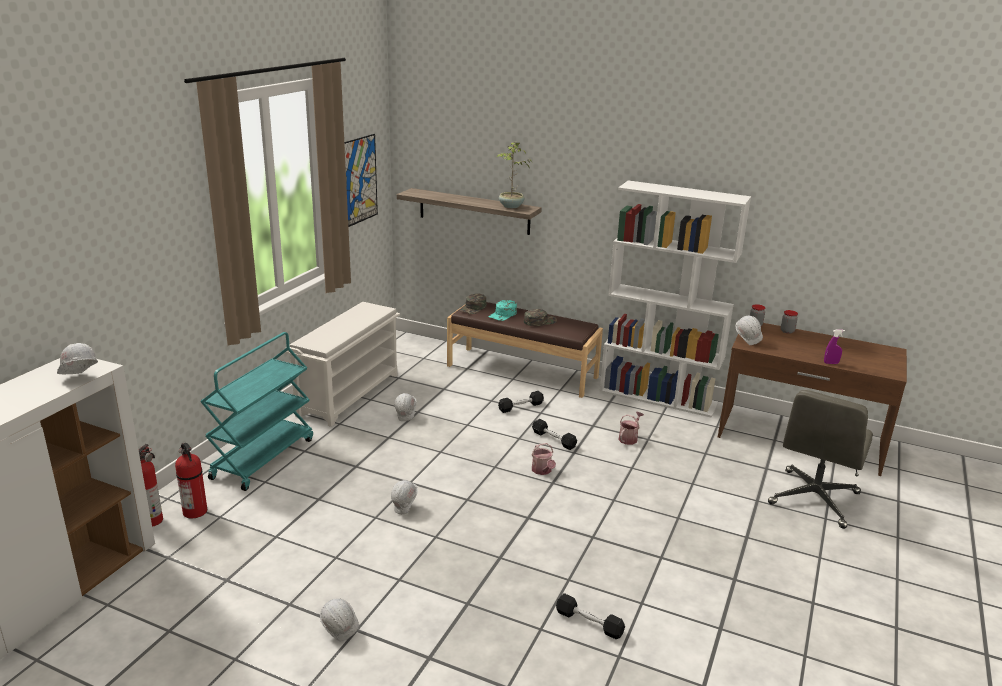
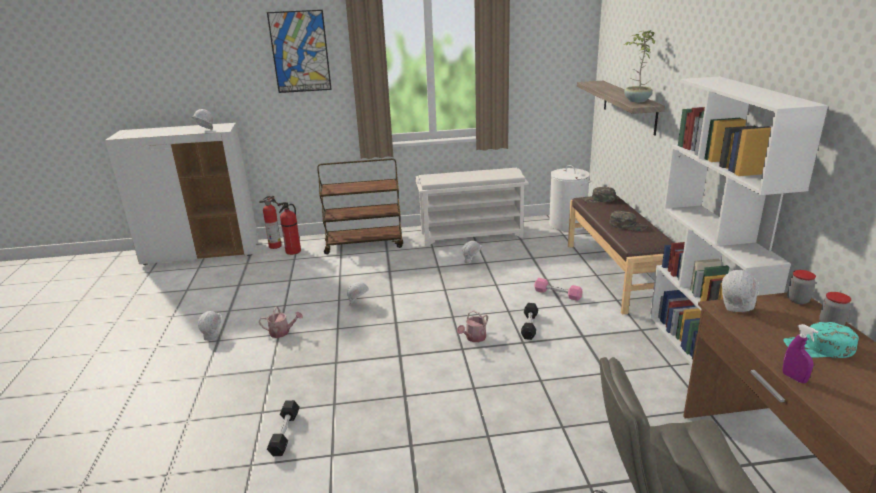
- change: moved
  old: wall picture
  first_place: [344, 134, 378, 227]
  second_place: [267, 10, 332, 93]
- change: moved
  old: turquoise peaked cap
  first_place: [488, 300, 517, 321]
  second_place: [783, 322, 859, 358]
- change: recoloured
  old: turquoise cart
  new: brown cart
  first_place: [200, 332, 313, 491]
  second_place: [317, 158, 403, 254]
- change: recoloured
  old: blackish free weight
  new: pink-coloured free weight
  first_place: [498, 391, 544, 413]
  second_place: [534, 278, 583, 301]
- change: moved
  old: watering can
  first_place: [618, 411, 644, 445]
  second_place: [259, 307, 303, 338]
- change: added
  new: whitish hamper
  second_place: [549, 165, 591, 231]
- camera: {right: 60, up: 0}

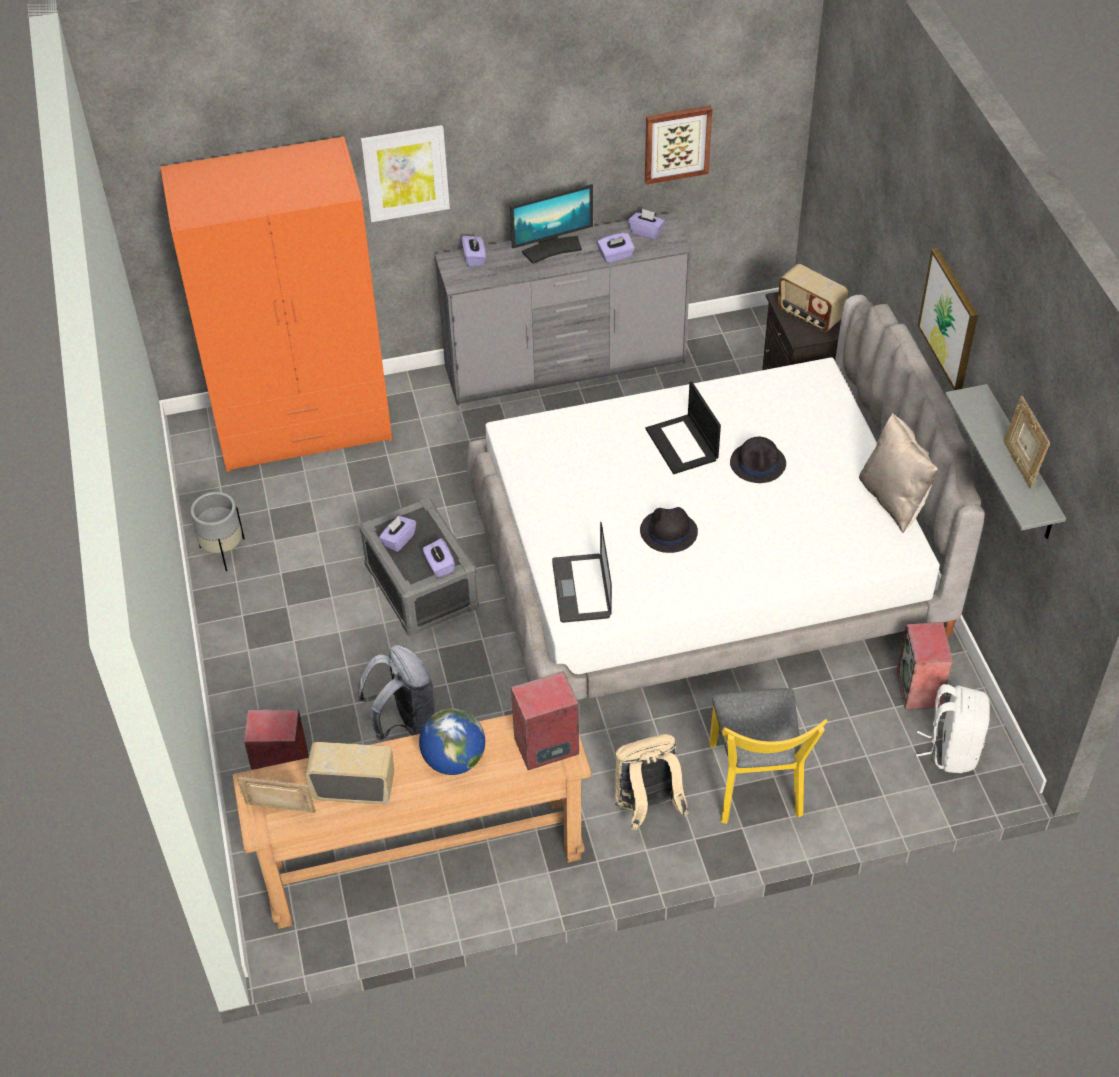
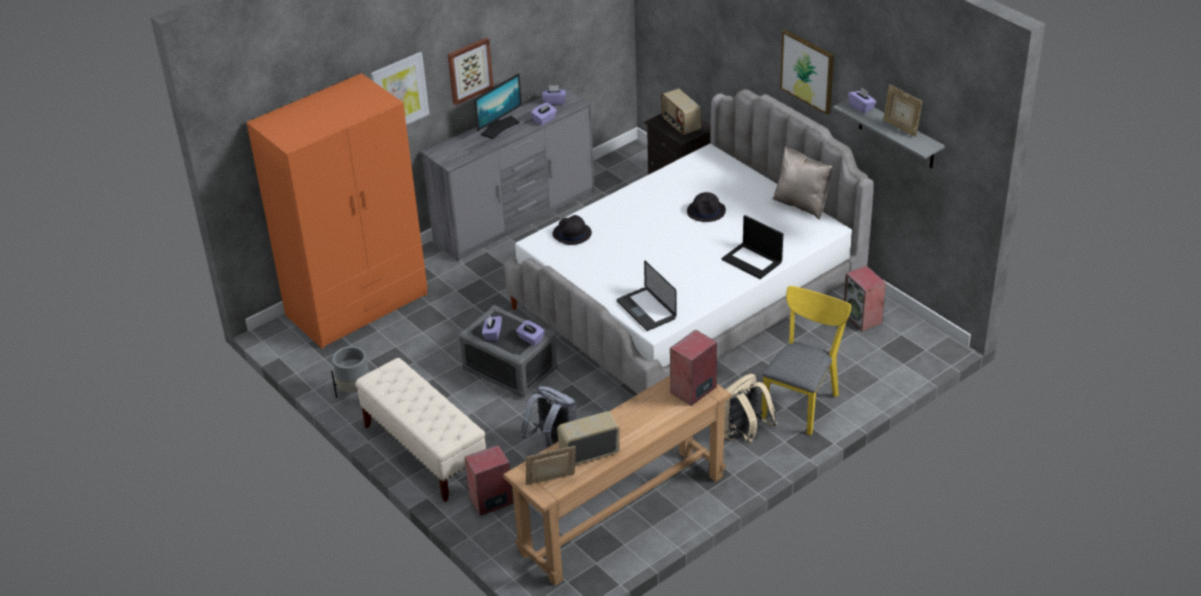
- change: moved
  old: wall picture
  first_place: [645, 105, 712, 185]
  second_place: [448, 37, 494, 105]
- change: moved
  old: purple-coloured tissue box
  first_place: [462, 236, 486, 267]
  second_place: [848, 88, 876, 114]
- change: turned
  old: radio set
  first_place: [778, 264, 848, 332]
  second_place: [661, 88, 701, 135]
  degrees: 45
- change: moved
  old: portable computer
  first_place: [646, 381, 721, 474]
  second_place: [722, 215, 783, 279]
- change: moved
  old: blackish clothing hat
  first_place: [640, 507, 698, 553]
  second_place: [553, 215, 592, 245]
- change: removed
  old: whitish backpack
  first_place: [916, 684, 990, 773]
- change: turned
  old: yellowish chair
  first_place: [709, 688, 828, 824]
  second_place: [761, 286, 852, 435]
  degrees: -120
- change: removed
  old: globe
  first_place: [419, 708, 485, 775]
- change: added
  new: sand-coloured bench
  second_place: [355, 358, 486, 502]
- camera: {right: -25, up: -10}

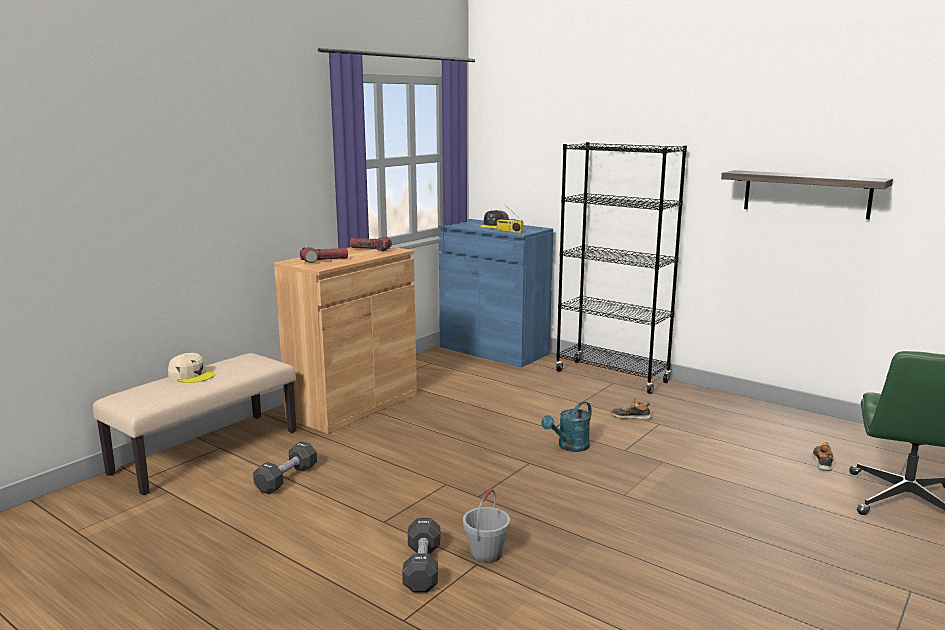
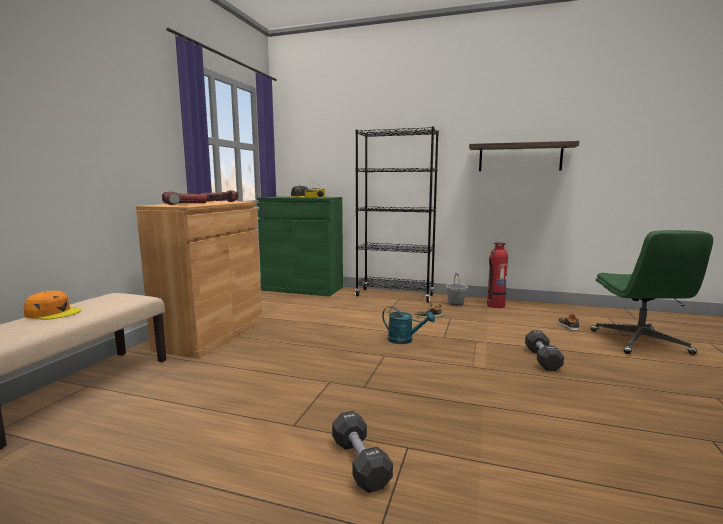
- change: recoloured
  old: blue-coloured storage cabinet
  new: greenish storage cabinet
  first_place: [438, 219, 553, 367]
  second_place: [257, 196, 343, 297]
- change: recoloured
  old: sand-coloured peaked cap
  new: orangey peaked cap
  first_place: [168, 353, 215, 383]
  second_place: [24, 291, 81, 320]
- change: turned
  old: turquoise watering can
  first_place: [541, 401, 592, 452]
  second_place: [382, 306, 435, 344]
  degrees: -90
- change: moved
  old: blackish free weight
  first_place: [253, 441, 317, 494]
  second_place: [525, 330, 564, 371]
- change: moved
  old: grey water bucket
  first_place: [463, 489, 510, 563]
  second_place: [446, 273, 468, 306]
- change: added
  new: fire-fighting cylinder
  second_place: [487, 242, 508, 308]
- camera: {right: -20, up: -5}

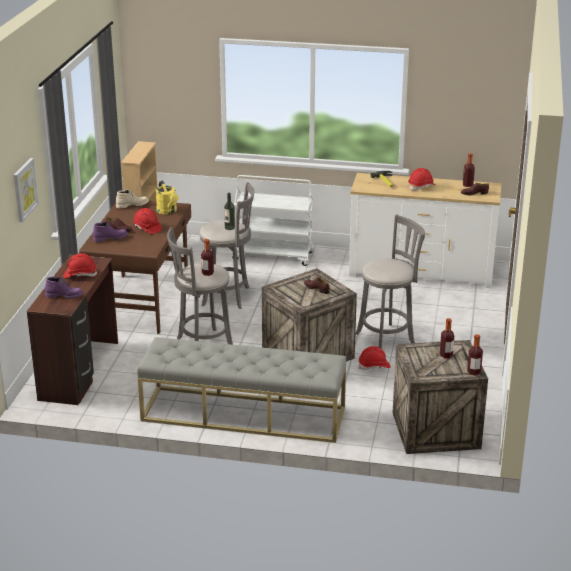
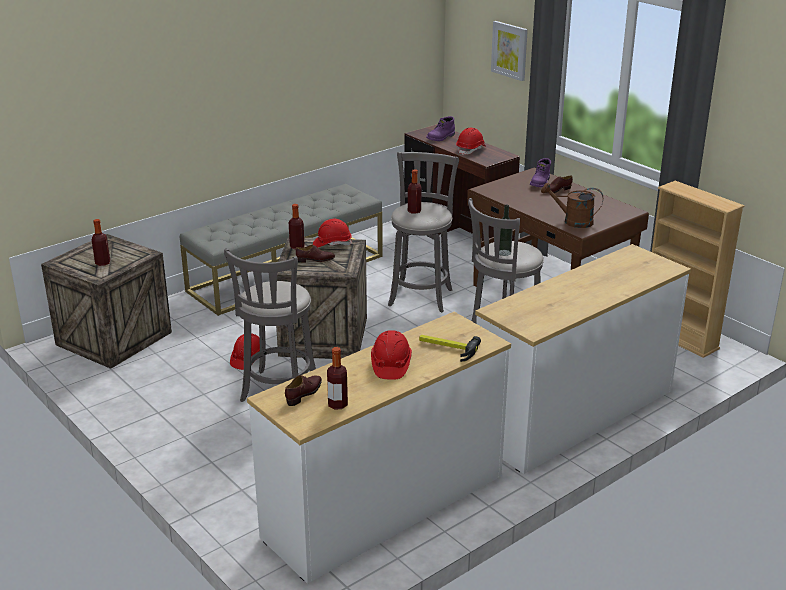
- change: replaced
  old: whitish cart
  new: whitish drawer chest
  first_place: [234, 175, 314, 266]
  second_place: [475, 244, 691, 474]
- change: recoloured
  old: yellowish watering can
  new: brown watering can
  first_place: [156, 180, 179, 214]
  second_place: [541, 183, 603, 228]
- change: removed
  old: sand-coloured tall boot
  first_place: [116, 190, 149, 209]
- change: moved
  old: reddish hard hat
  first_place: [133, 208, 162, 234]
  second_place: [313, 219, 352, 247]
- change: moved
  old: drink bottle
  first_place: [467, 334, 483, 376]
  second_place: [289, 204, 305, 249]
- camera: {right: 130, up: 0}

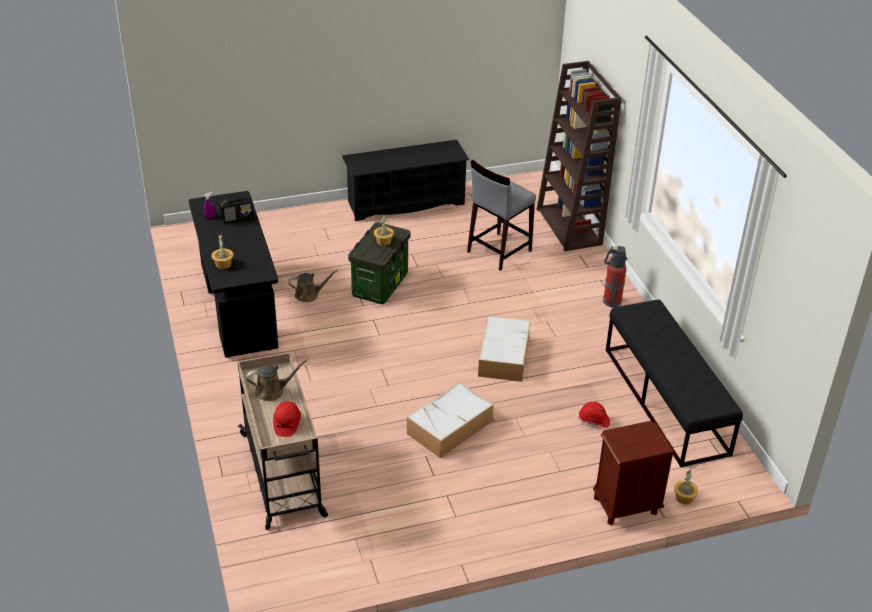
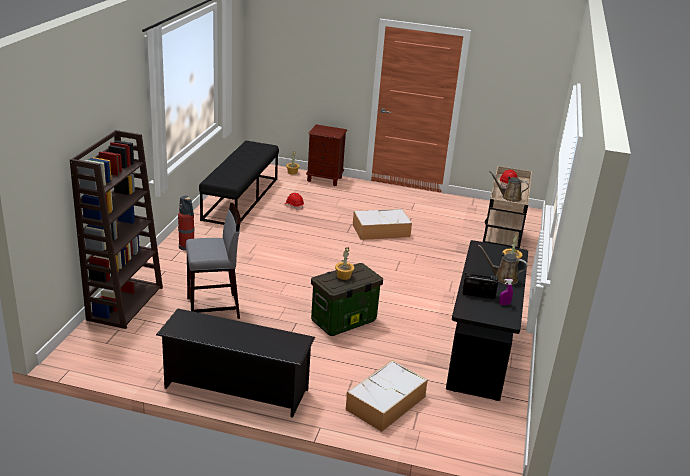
- change: moved
  old: brown watering can
  first_place: [288, 270, 338, 302]
  second_place: [478, 245, 527, 285]
- change: moved
  old: storage container
  first_place: [478, 316, 530, 382]
  second_place: [346, 360, 428, 432]
- camera: {right: -150, up: -10}

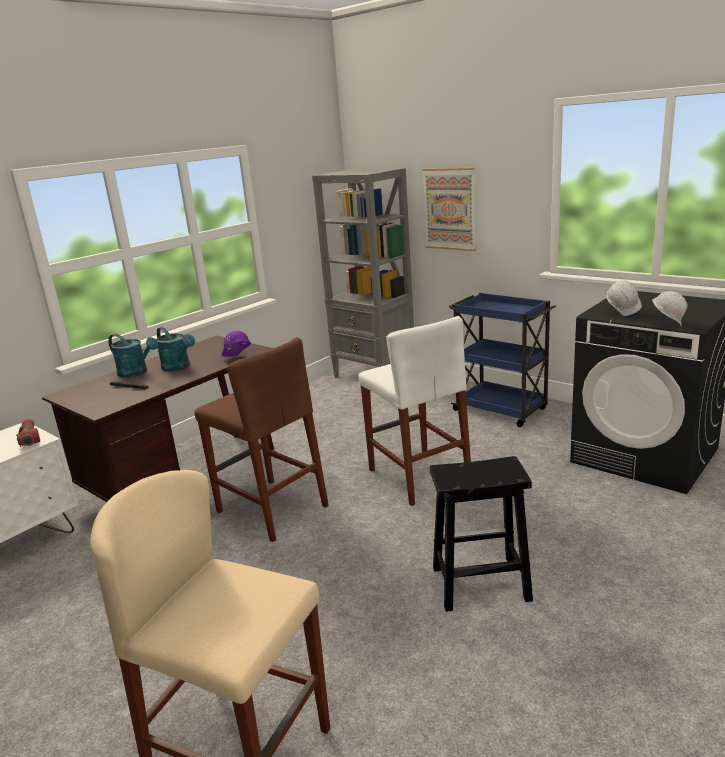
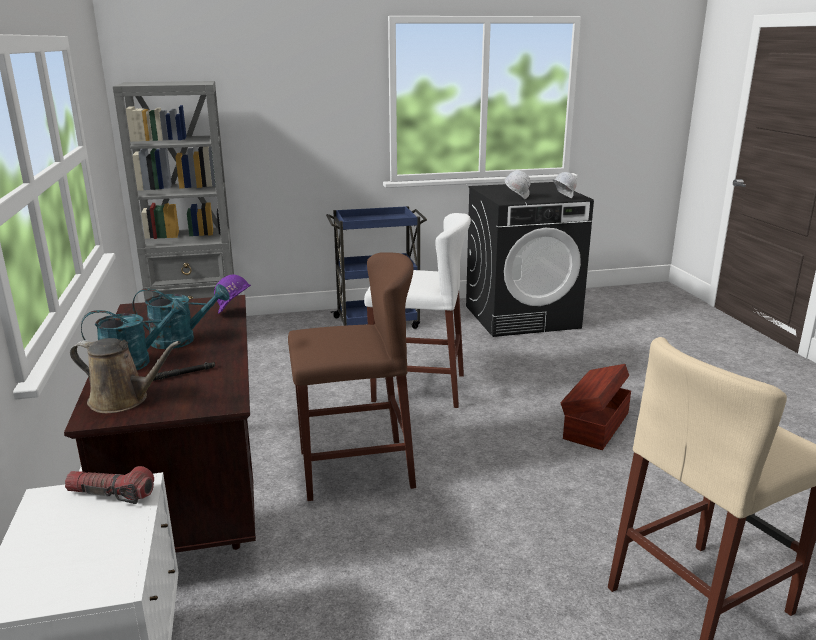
- change: removed
  old: wall picture
  first_place: [422, 168, 476, 251]
- change: replaced
  old: blackish sitting stool
  new: brown storage container
  first_place: [430, 456, 533, 612]
  second_place: [561, 364, 631, 450]
- change: added
  new: brown watering can
  second_place: [70, 338, 181, 413]
- camera: {right: -55, up: 0}

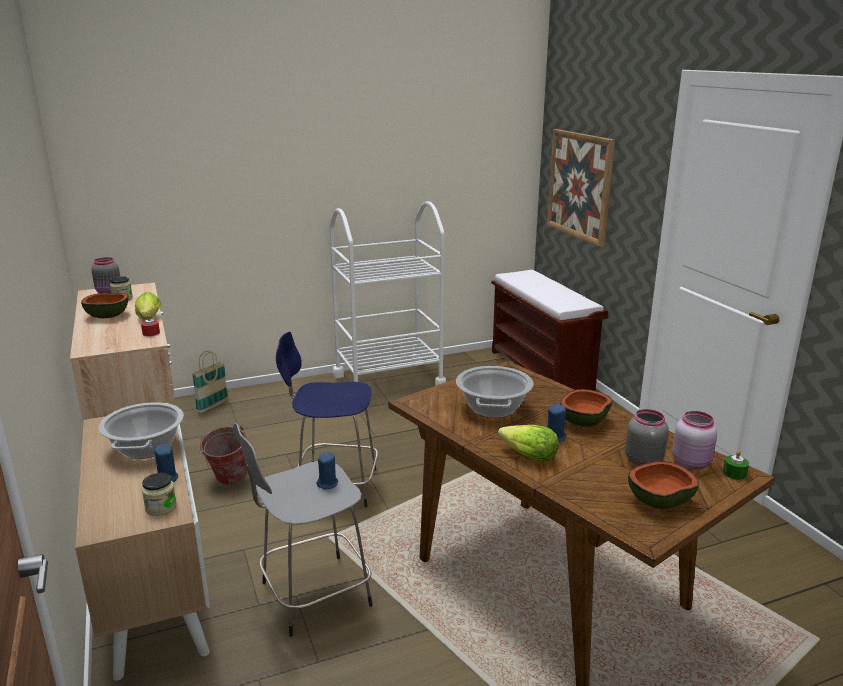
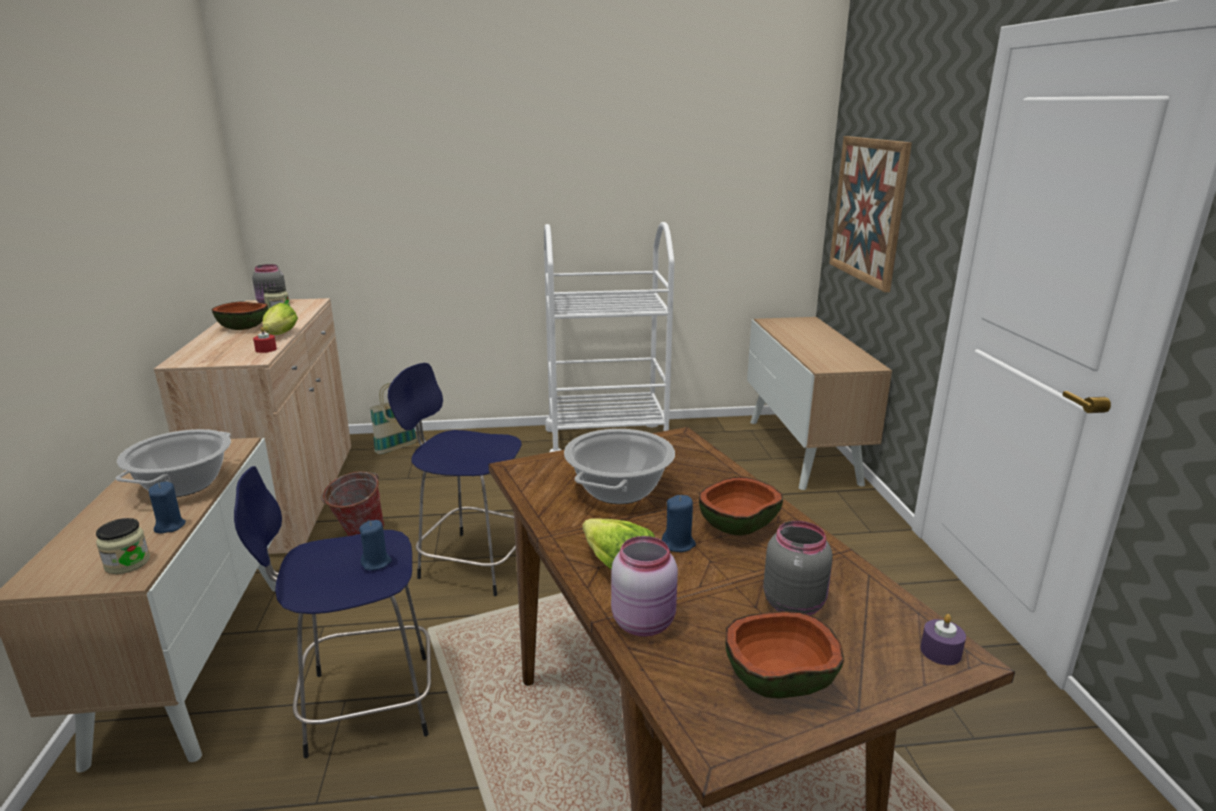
- change: replaced
  old: brown bench
  new: storage cabinet
  first_place: [491, 270, 608, 391]
  second_place: [747, 317, 892, 490]
- change: moved
  old: pink-coloured preserve jar
  first_place: [672, 411, 717, 470]
  second_place: [611, 536, 678, 637]
- change: recoloured
  old: grey sitting stool
  new: blue-coloured sitting stool
  first_place: [233, 423, 373, 637]
  second_place: [234, 466, 431, 758]
- change: recoloured
  old: greenish wax light
  new: purple-coloured wax light
  first_place: [723, 450, 749, 480]
  second_place: [920, 614, 966, 665]
- camera: {right: 15, up: 0}

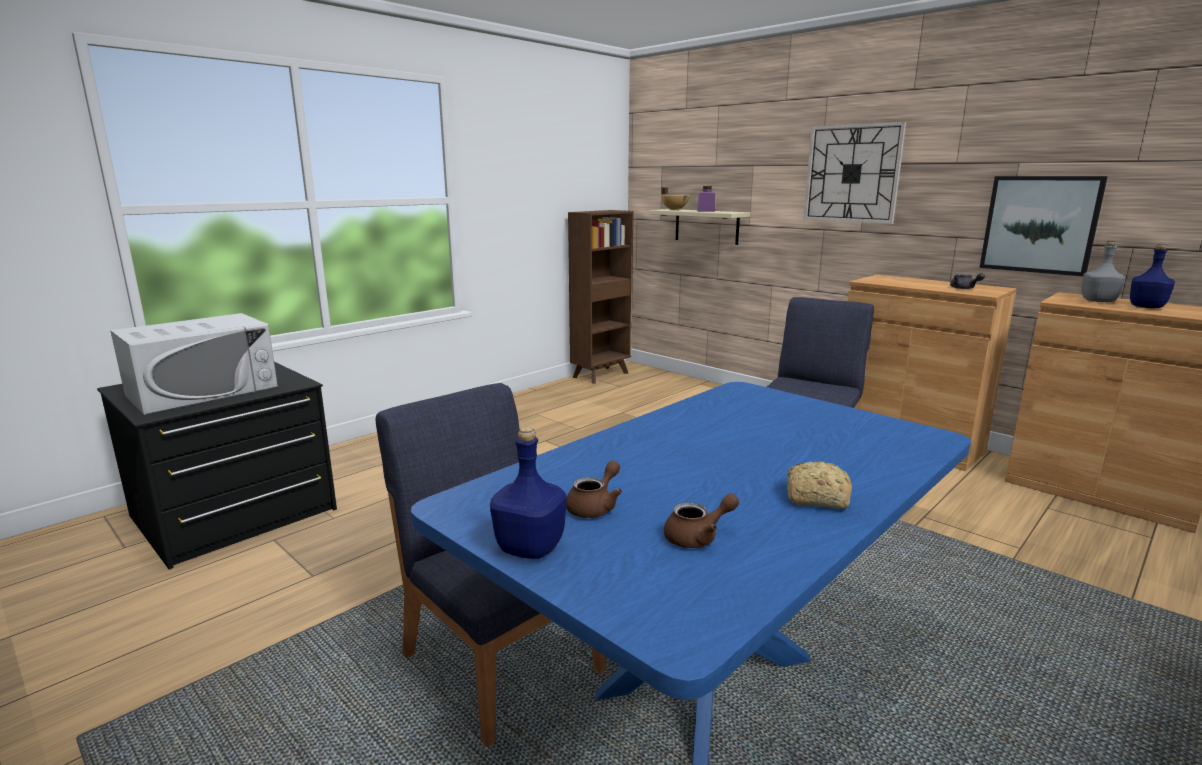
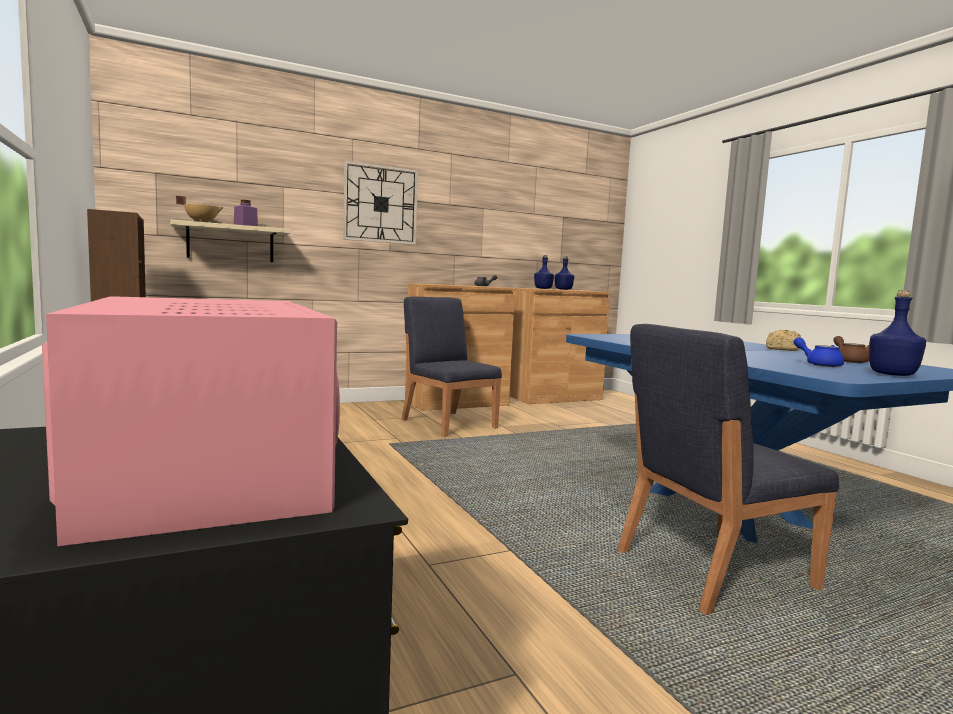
- change: removed
  old: wall picture
  first_place: [979, 176, 1108, 276]
- change: recoloured
  old: grey drink bottle
  new: blue-coloured drink bottle
  first_place: [1082, 241, 1126, 302]
  second_place: [534, 255, 554, 289]
- change: recoloured
  old: whitish microwave oven
  new: pink-coloured microwave oven
  first_place: [110, 313, 278, 415]
  second_place: [42, 296, 340, 546]
- change: recoloured
  old: brown pot for tea
  new: blue-coloured pot for tea
  first_place: [566, 461, 622, 518]
  second_place: [793, 337, 844, 367]
- camera: {right: -70, up: -10}

